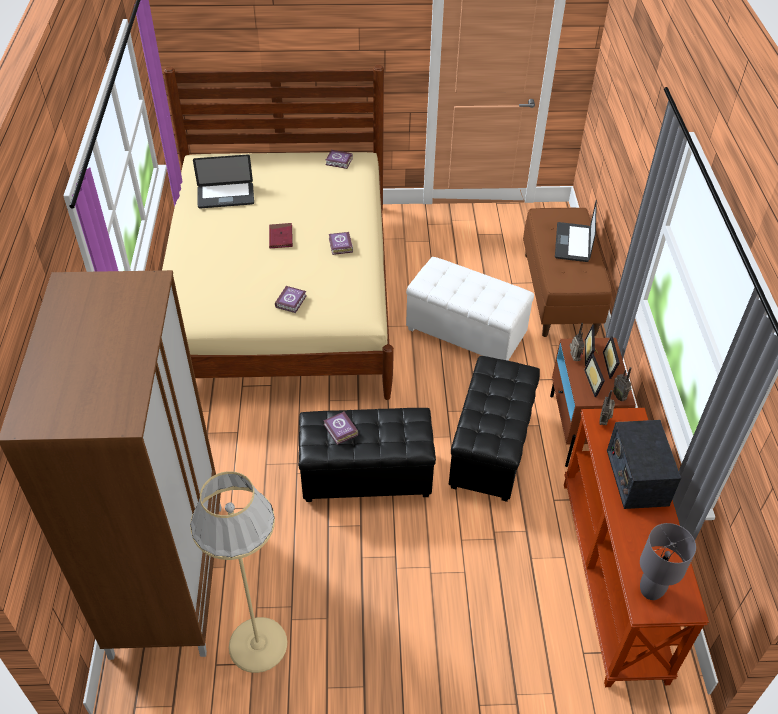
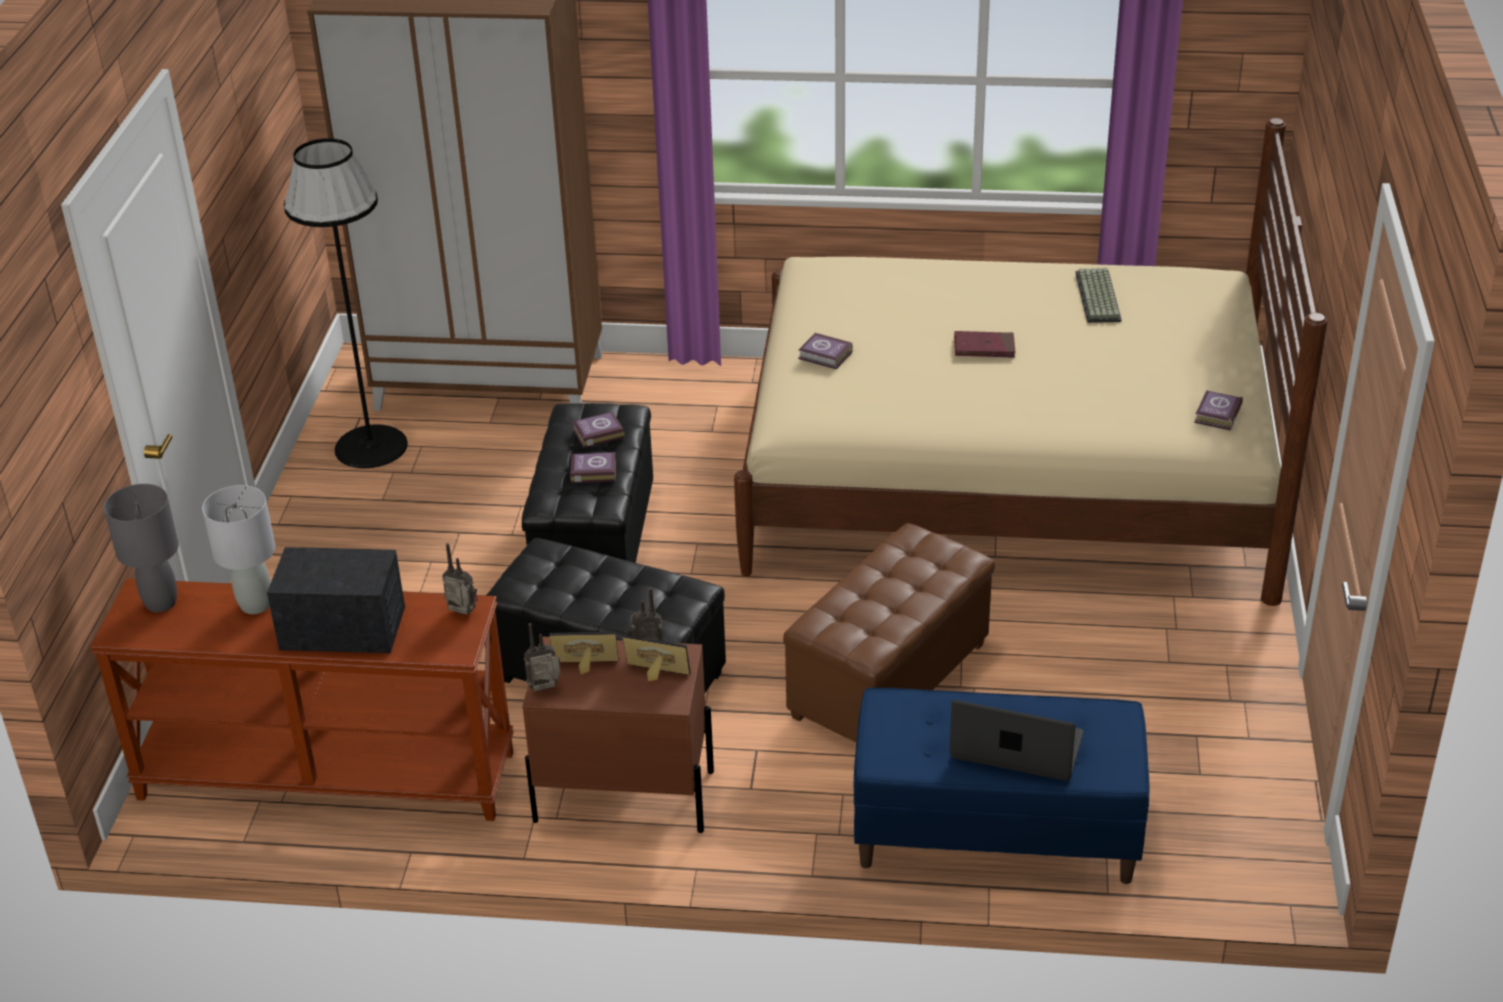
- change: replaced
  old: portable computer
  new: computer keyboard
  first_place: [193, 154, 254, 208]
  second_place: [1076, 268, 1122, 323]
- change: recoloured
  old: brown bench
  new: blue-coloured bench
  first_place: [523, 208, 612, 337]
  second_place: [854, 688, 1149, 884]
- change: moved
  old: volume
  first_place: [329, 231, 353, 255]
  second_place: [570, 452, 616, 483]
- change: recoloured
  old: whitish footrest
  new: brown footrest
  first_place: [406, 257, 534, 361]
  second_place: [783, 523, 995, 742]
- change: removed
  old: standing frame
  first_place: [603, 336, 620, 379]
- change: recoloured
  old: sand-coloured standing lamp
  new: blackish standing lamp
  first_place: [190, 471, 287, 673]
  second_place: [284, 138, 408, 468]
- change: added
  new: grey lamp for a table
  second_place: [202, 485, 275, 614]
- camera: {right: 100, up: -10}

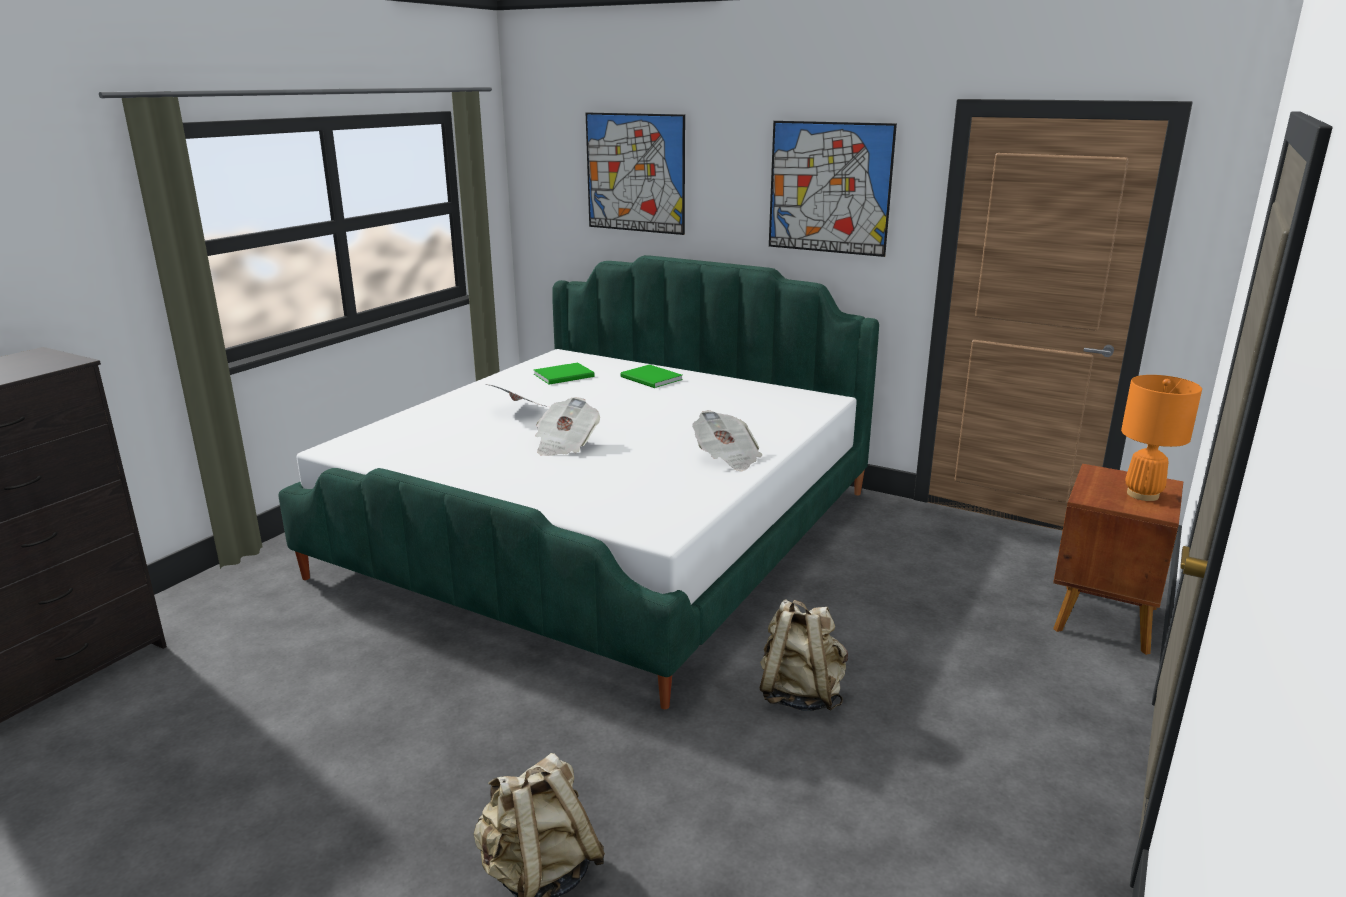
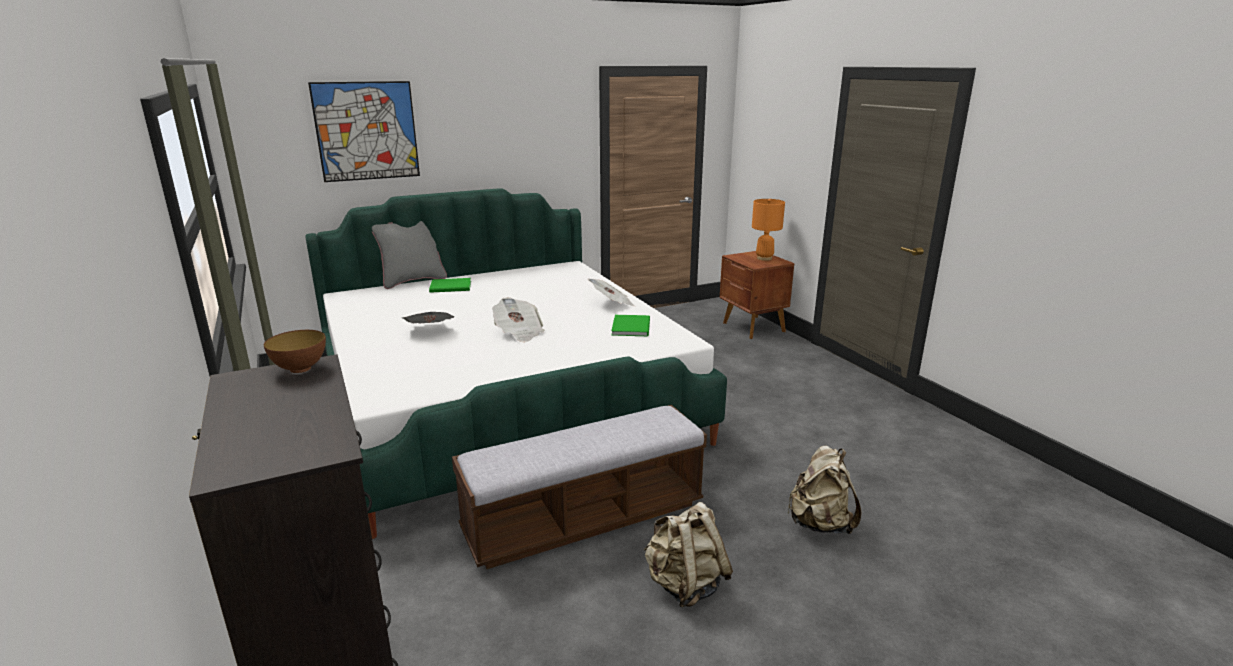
- change: removed
  old: wall picture
  first_place: [769, 121, 897, 257]
- change: moved
  old: greenish volume
  first_place: [534, 362, 595, 385]
  second_place: [611, 315, 650, 336]
- change: moved
  old: sand-coloured backpack
  first_place: [760, 599, 848, 711]
  second_place: [644, 502, 733, 607]
- change: added
  new: grey throw pillow
  second_place: [372, 221, 447, 289]
- change: added
  new: deep dish
  second_place: [264, 330, 326, 373]
- change: added
  new: bench
  second_place: [452, 405, 707, 569]
- camera: {right: -55, up: 0}

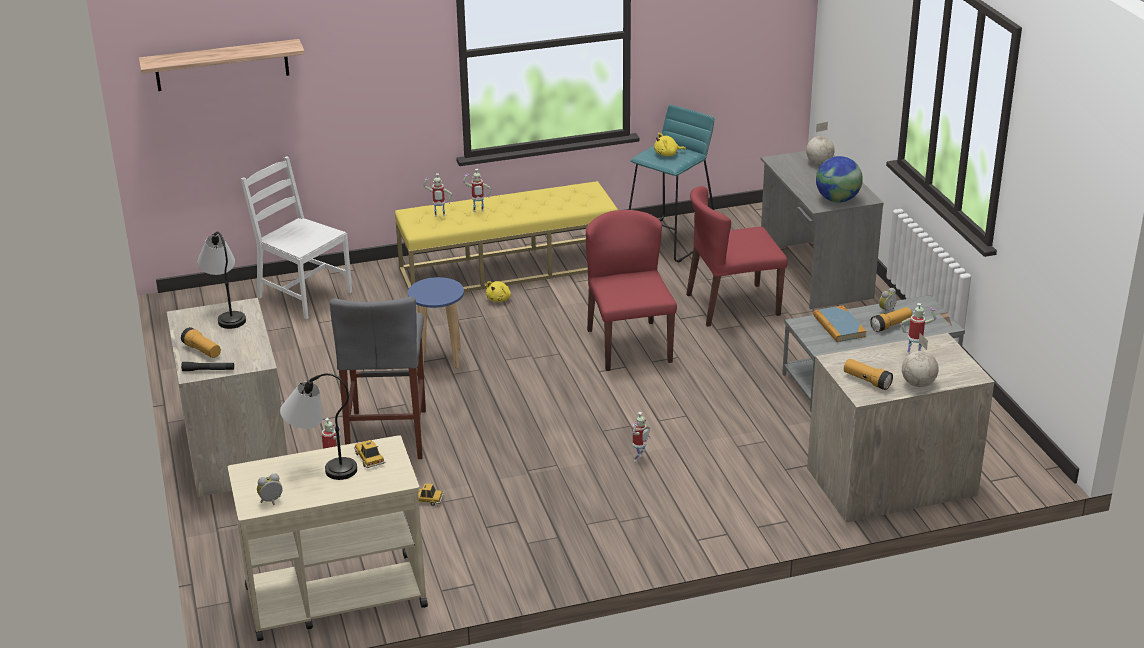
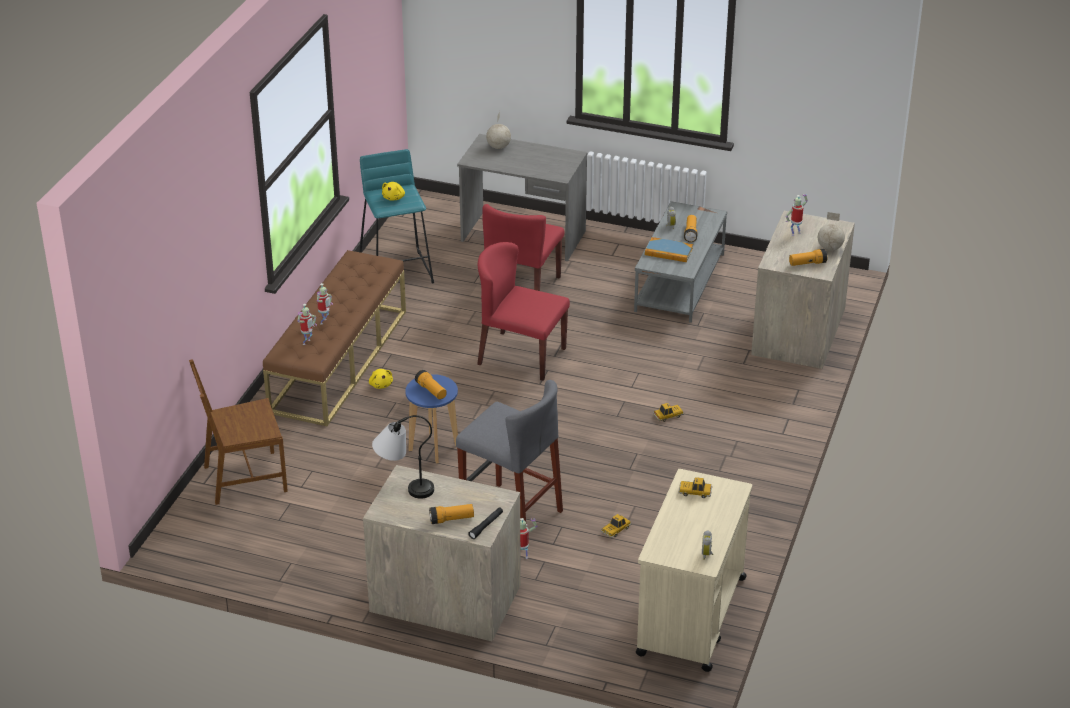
- change: removed
  old: bracket shelf
  first_place: [139, 39, 305, 91]
- change: recoloured
  old: whitish chair
  new: brown chair
  first_place: [241, 156, 352, 319]
  second_place: [189, 359, 288, 505]
- change: removed
  old: globe
  first_place: [816, 156, 863, 202]
- change: recoloured
  old: yellowish bench
  new: brown bench
  first_place: [395, 181, 618, 292]
  second_place: [263, 250, 406, 426]
- change: removed
  old: lamp for a table
  first_place: [280, 373, 357, 480]
- change: replaced
  old: toy robot
  new: model car
  first_place: [633, 412, 651, 462]
  second_place: [653, 403, 684, 422]
- change: added
  new: torch
  second_place: [415, 370, 447, 399]
- camera: {right: -55, up: 5}

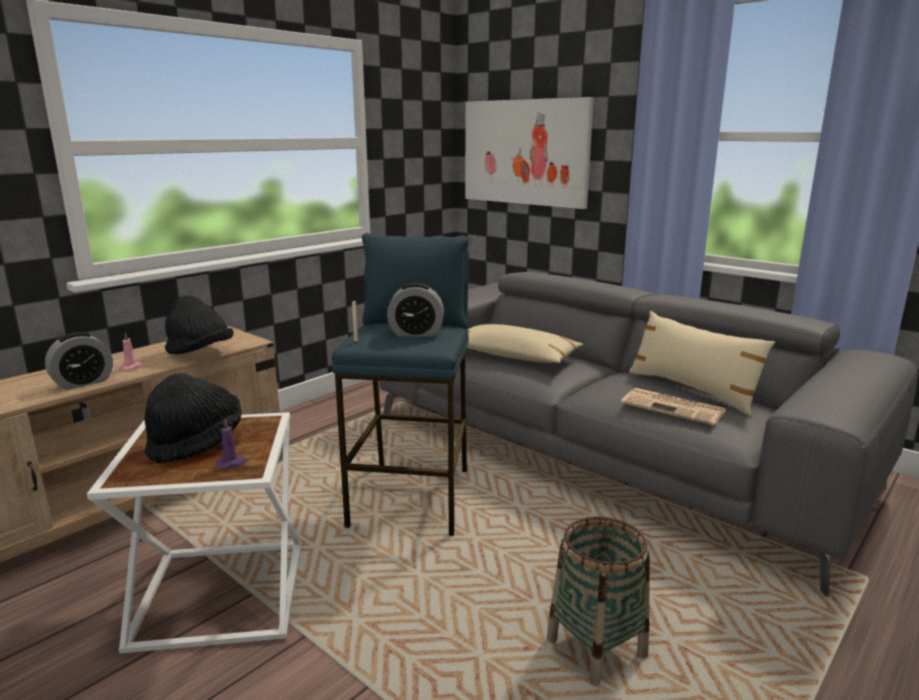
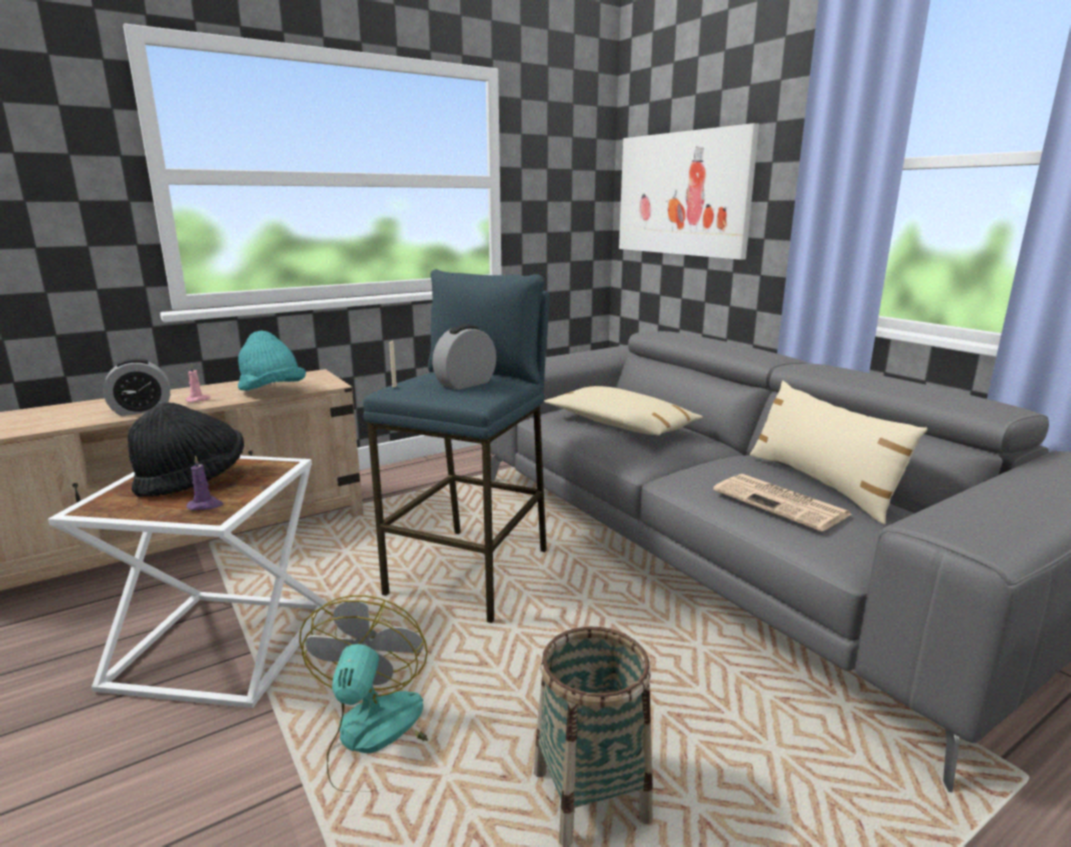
- change: turned
  old: alarm clock
  first_place: [387, 283, 444, 337]
  second_place: [432, 324, 496, 390]
  degrees: 120
- change: recoloured
  old: blackish clothing hat
  new: turquoise clothing hat
  first_place: [165, 295, 234, 354]
  second_place: [238, 331, 306, 391]
- change: added
  new: cooling fan
  second_place: [299, 595, 428, 792]
- camera: {right: 15, up: 0}

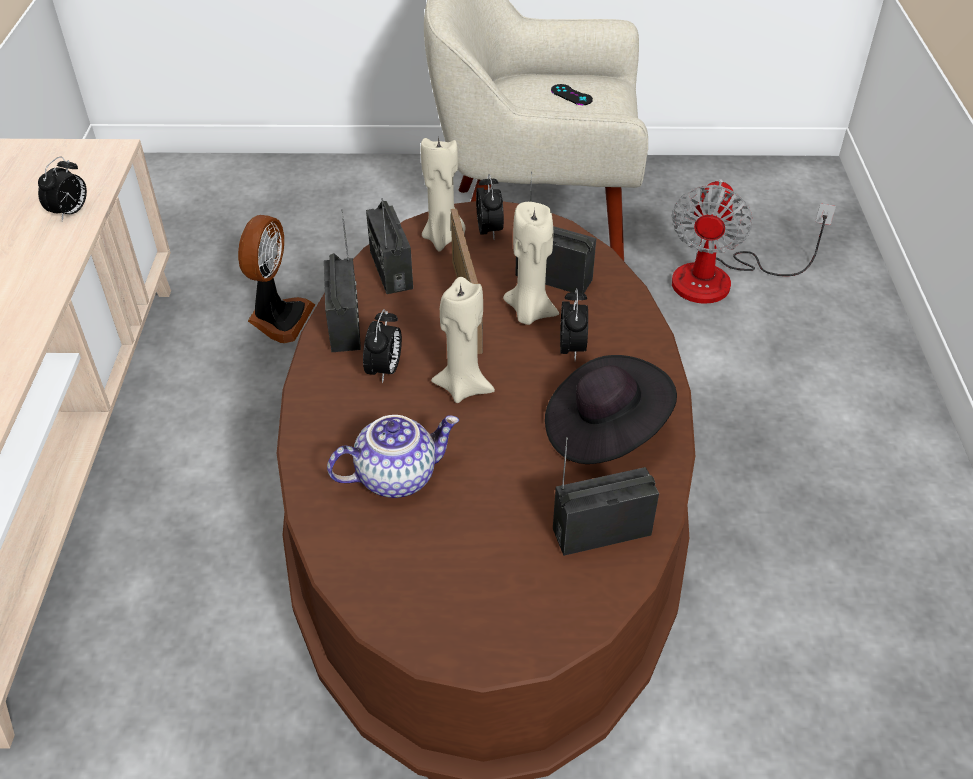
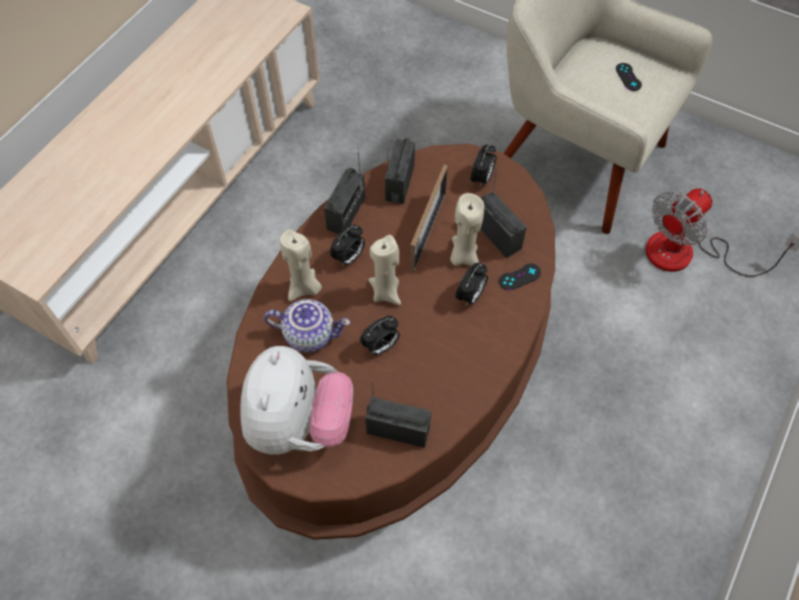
- change: moved
  old: sand-coloured wax light
  first_place: [421, 135, 466, 251]
  second_place: [280, 230, 322, 302]
- change: moved
  old: alarm clock
  first_place: [38, 156, 87, 221]
  second_place: [360, 316, 400, 355]
- change: removed
  old: cooling fan
  first_place: [238, 215, 315, 343]
- change: removed
  old: blackish clothing hat
  first_place: [545, 355, 677, 464]
- change: added
  new: blackish game controller
  second_place: [499, 263, 541, 290]
- change: added
  new: plush toy
  second_place: [240, 346, 353, 455]
- camera: {right: 30, up: 15}

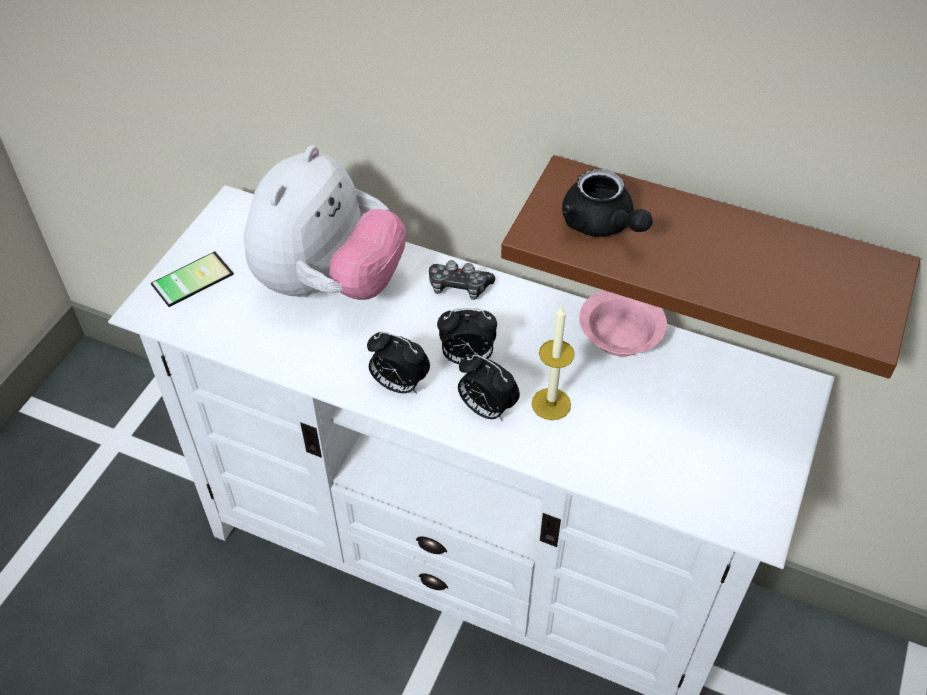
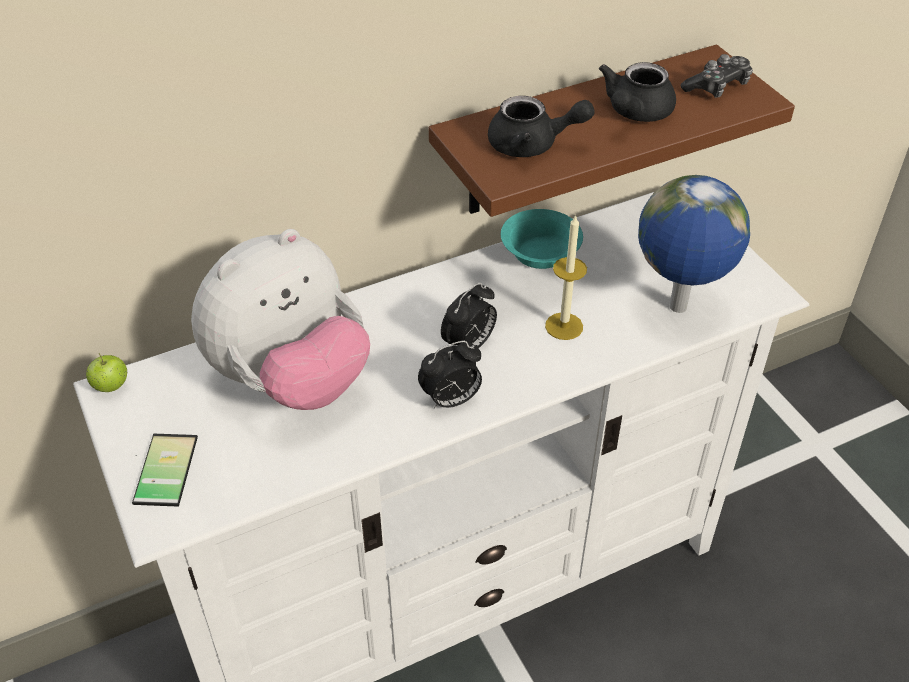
- change: turned
  old: plush toy
  first_place: [244, 145, 406, 300]
  second_place: [191, 229, 370, 410]
  degrees: 75
- change: moved
  old: game controller
  first_place: [429, 260, 495, 300]
  second_place: [681, 54, 753, 98]
- change: recoloured
  old: pink-coloured deep dish
  new: turquoise deep dish
  first_place: [579, 290, 667, 356]
  second_place: [501, 209, 583, 269]
- change: removed
  old: alarm clock
  first_place: [458, 354, 520, 421]
- change: added
  new: blackish pot for tea
  second_place: [599, 62, 676, 122]
- change: added
  new: globe
  second_place: [638, 175, 750, 313]
- change: added
  new: whole apple
  second_place: [86, 353, 127, 392]
- camera: {right: -50, up: -5}

